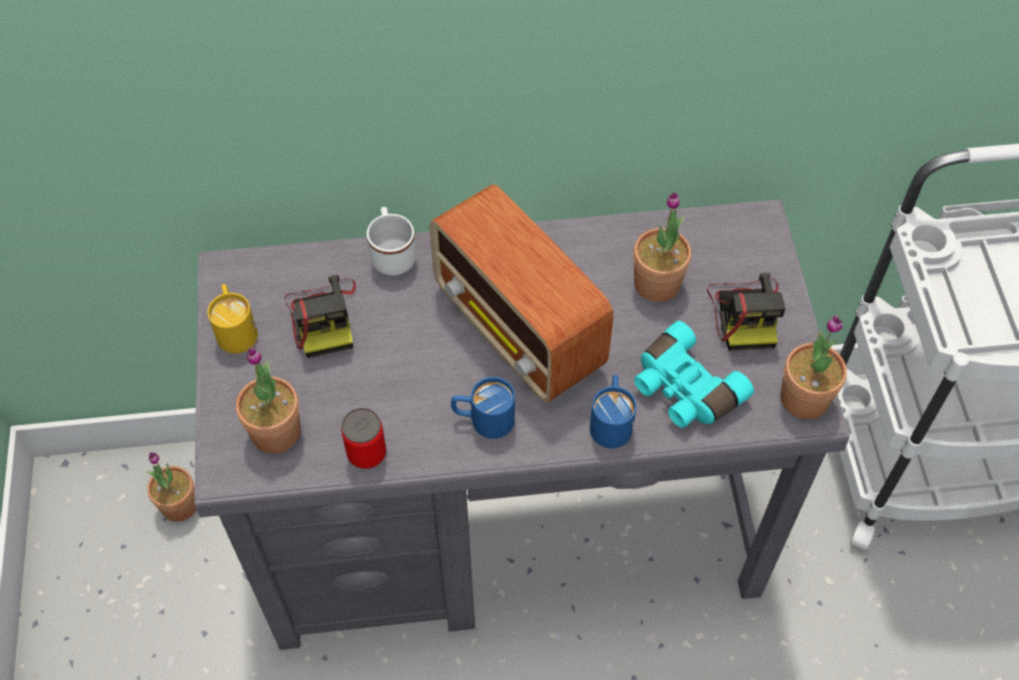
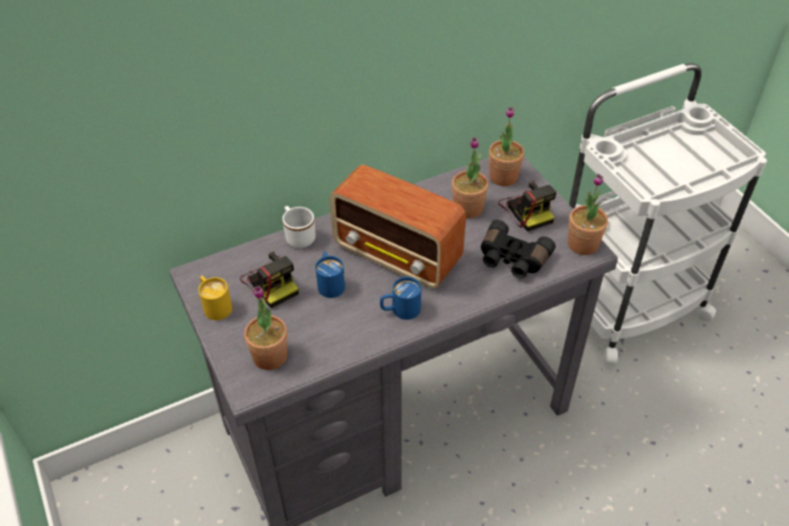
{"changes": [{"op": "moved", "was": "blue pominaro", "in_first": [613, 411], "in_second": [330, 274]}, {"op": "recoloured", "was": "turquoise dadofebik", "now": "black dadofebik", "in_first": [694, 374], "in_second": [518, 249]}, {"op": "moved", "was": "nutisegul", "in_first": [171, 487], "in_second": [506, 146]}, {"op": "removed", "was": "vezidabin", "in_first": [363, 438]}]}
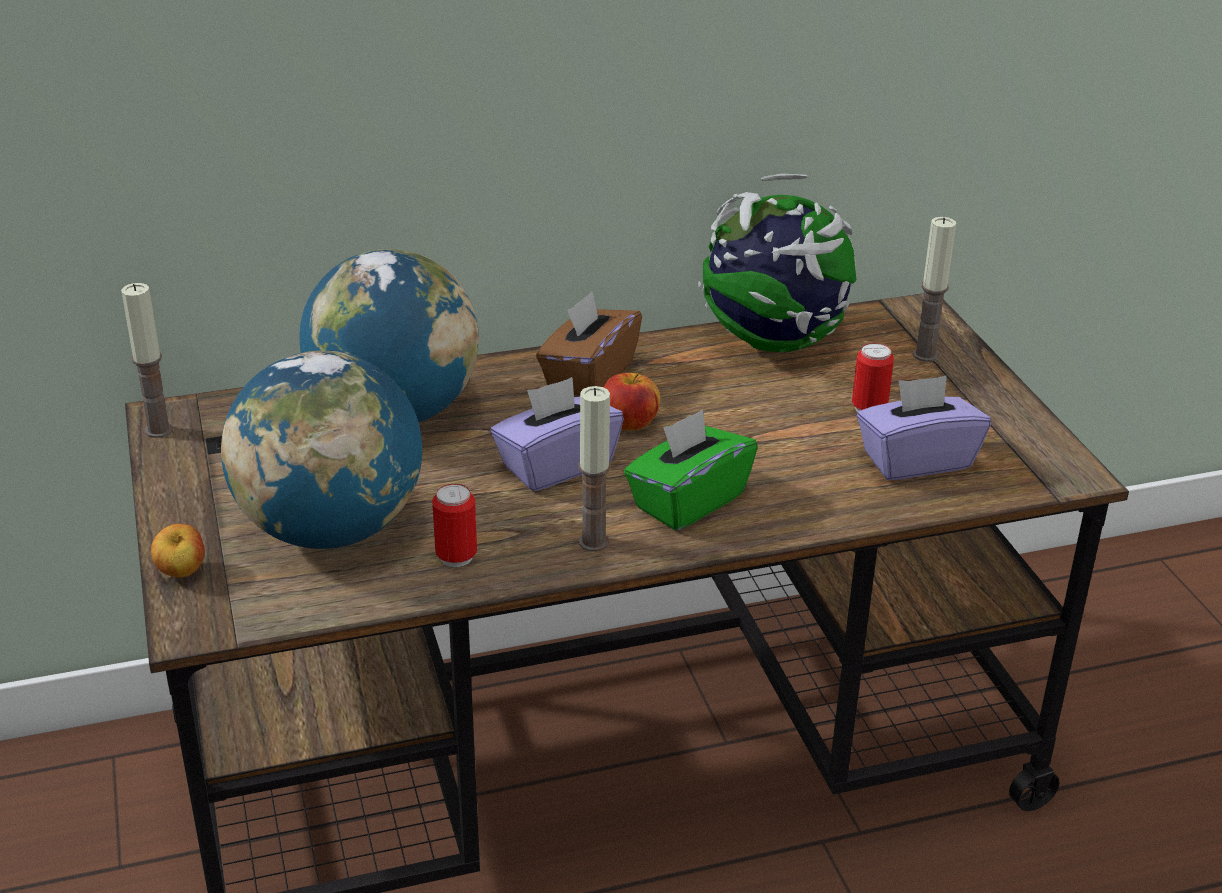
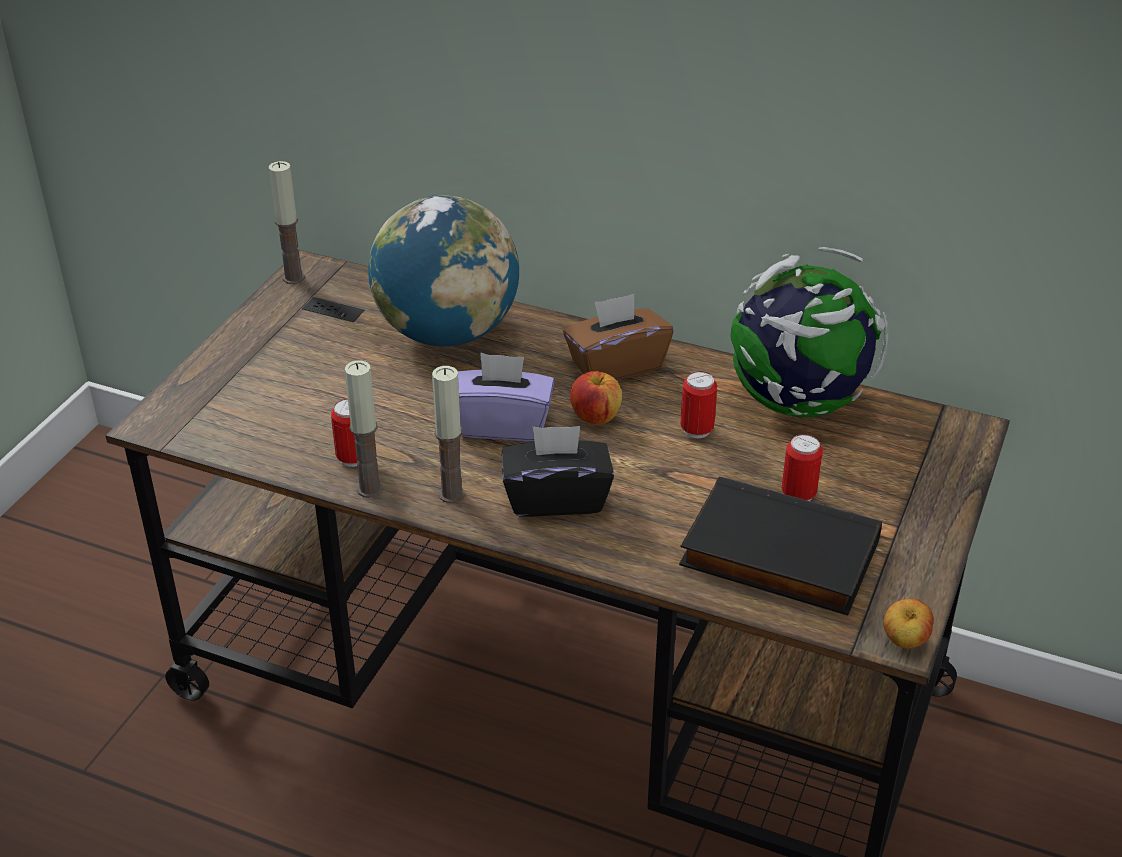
{"changes": [{"op": "moved", "was": "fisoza", "in_first": [934, 289], "in_second": [364, 429]}, {"op": "recoloured", "was": "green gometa", "now": "black gometa", "in_first": [691, 470], "in_second": [558, 471]}, {"op": "replaced", "was": "purple gometa", "now": "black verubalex", "in_first": [924, 428], "in_second": [780, 546]}, {"op": "added", "now": "vezidabin", "in_second": [698, 404]}, {"op": "moved", "was": "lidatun", "in_first": [178, 550], "in_second": [908, 624]}, {"op": "removed", "was": "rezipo", "in_first": [321, 450]}]}
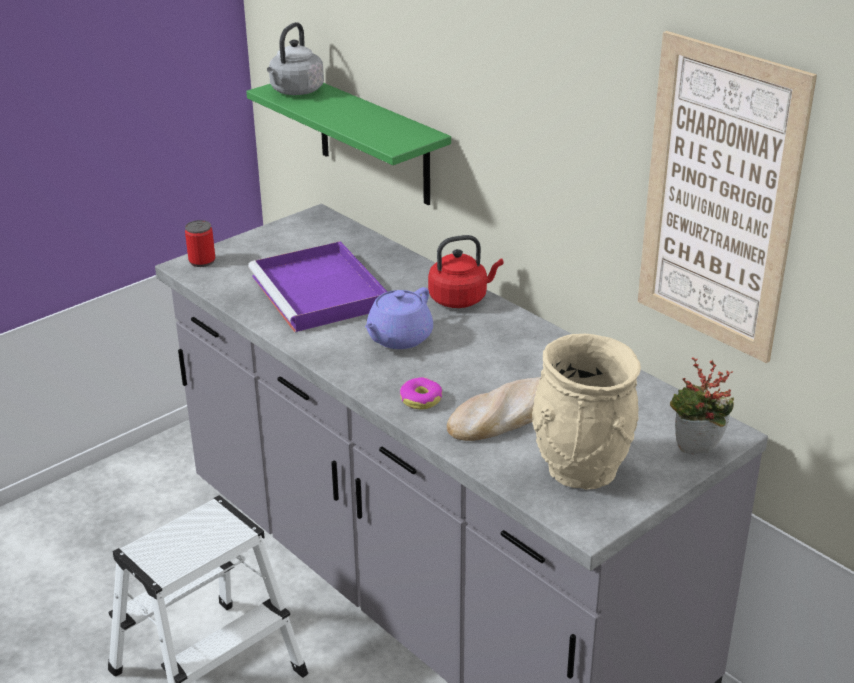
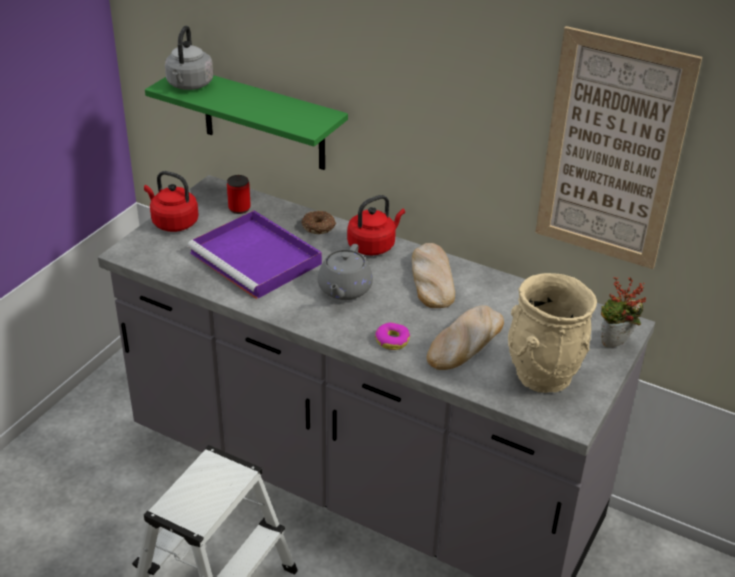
{"changes": [{"op": "added", "now": "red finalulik", "in_second": [171, 201]}, {"op": "moved", "was": "vezidabin", "in_first": [200, 243], "in_second": [239, 194]}, {"op": "added", "now": "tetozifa", "in_second": [318, 222]}, {"op": "recoloured", "was": "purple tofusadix", "now": "grey tofusadix", "in_first": [399, 318], "in_second": [345, 272]}, {"op": "added", "now": "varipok", "in_second": [433, 275]}]}
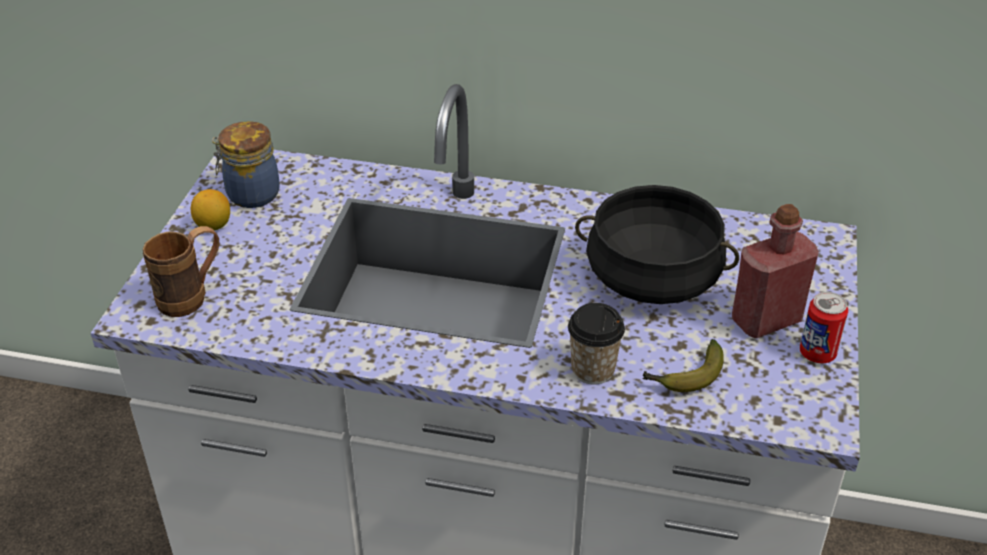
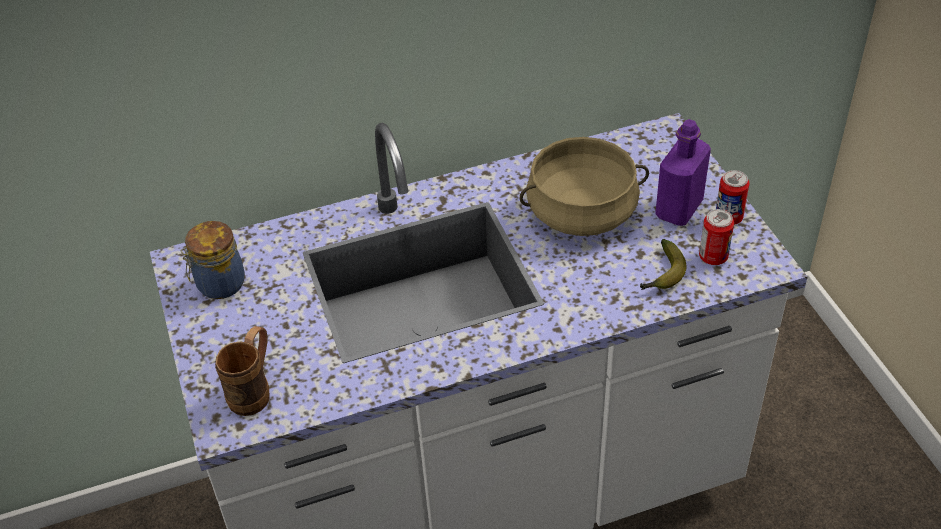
{"changes": [{"op": "recoloured", "was": "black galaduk", "now": "beige galaduk", "in_first": [657, 244], "in_second": [584, 186]}, {"op": "recoloured", "was": "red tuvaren", "now": "purple tuvaren", "in_first": [775, 271], "in_second": [683, 172]}, {"op": "added", "now": "vezidabin", "in_second": [716, 237]}, {"op": "removed", "was": "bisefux", "in_first": [210, 210]}, {"op": "removed", "was": "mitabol", "in_first": [596, 344]}]}
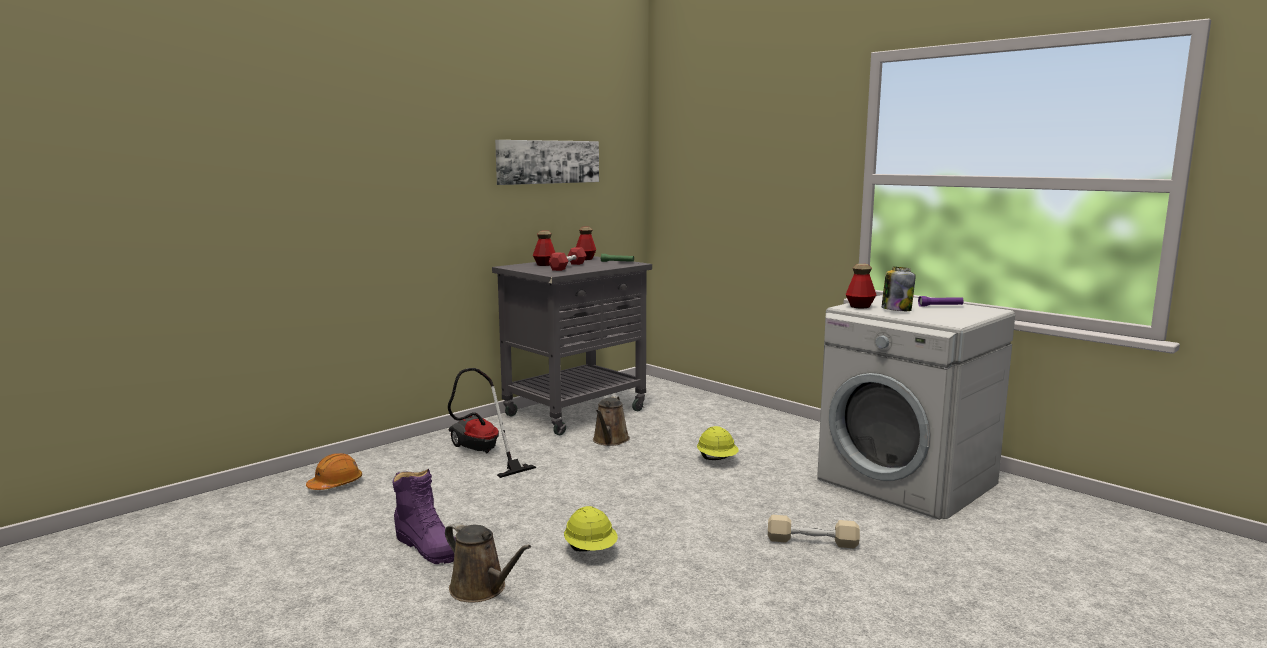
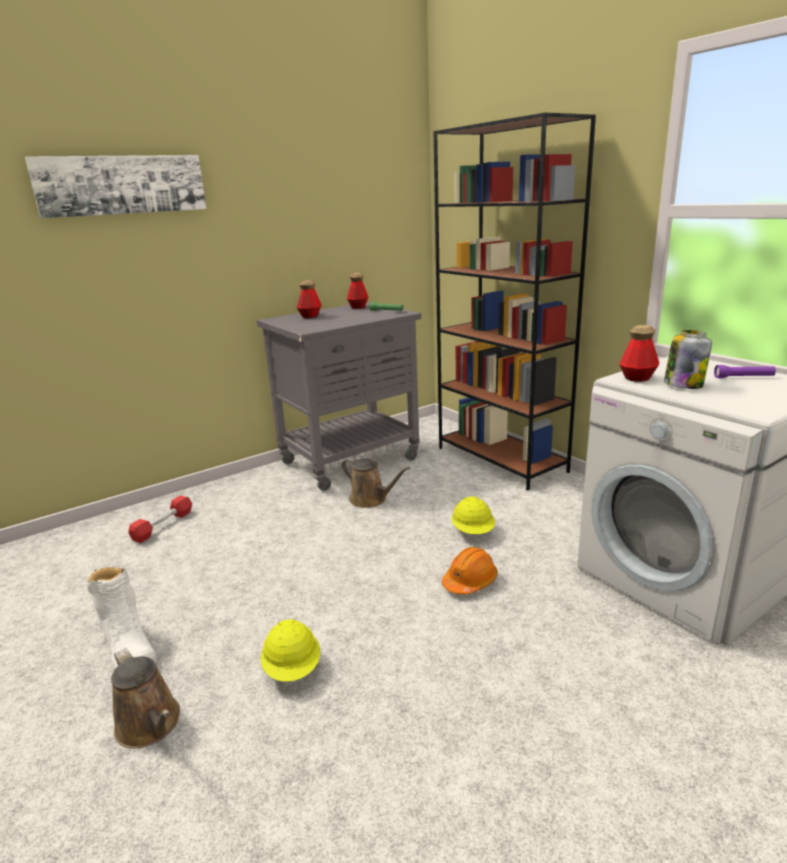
{"changes": [{"op": "moved", "was": "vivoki", "in_first": [547, 162], "in_second": [116, 186]}, {"op": "recoloured", "was": "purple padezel", "now": "white padezel", "in_first": [424, 516], "in_second": [121, 618]}, {"op": "moved", "was": "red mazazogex", "in_first": [567, 259], "in_second": [160, 519]}, {"op": "turned", "was": "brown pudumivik", "in_first": [611, 421], "in_second": [375, 483], "clockwise": -75}, {"op": "added", "now": "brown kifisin", "in_second": [515, 301]}, {"op": "moved", "was": "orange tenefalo", "in_first": [334, 471], "in_second": [470, 571]}, {"op": "removed", "was": "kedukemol", "in_first": [492, 423]}, {"op": "removed", "was": "beige mazazogex", "in_first": [814, 531]}]}
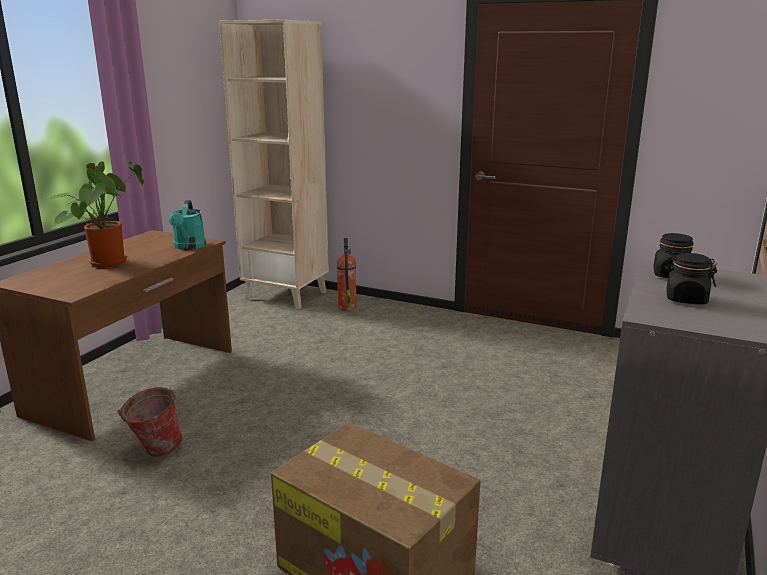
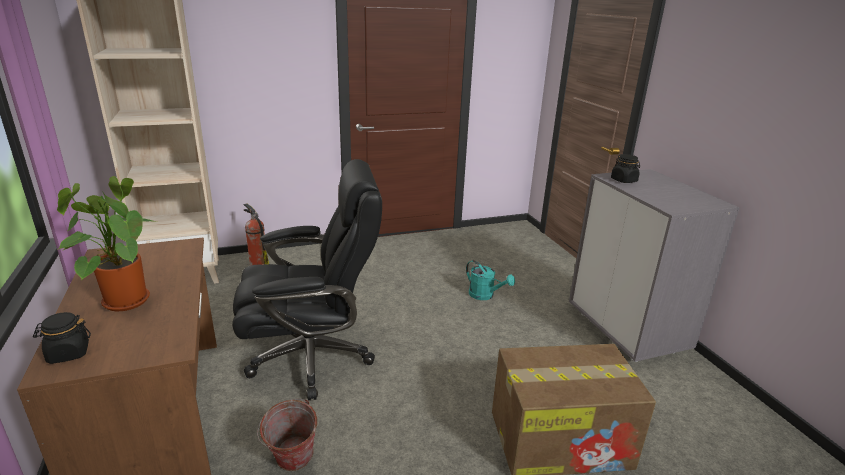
{"changes": [{"op": "moved", "was": "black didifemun", "in_first": [691, 278], "in_second": [62, 338]}, {"op": "added", "now": "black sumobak", "in_second": [307, 279]}, {"op": "moved", "was": "turquoise pudumivik", "in_first": [187, 225], "in_second": [490, 280]}]}
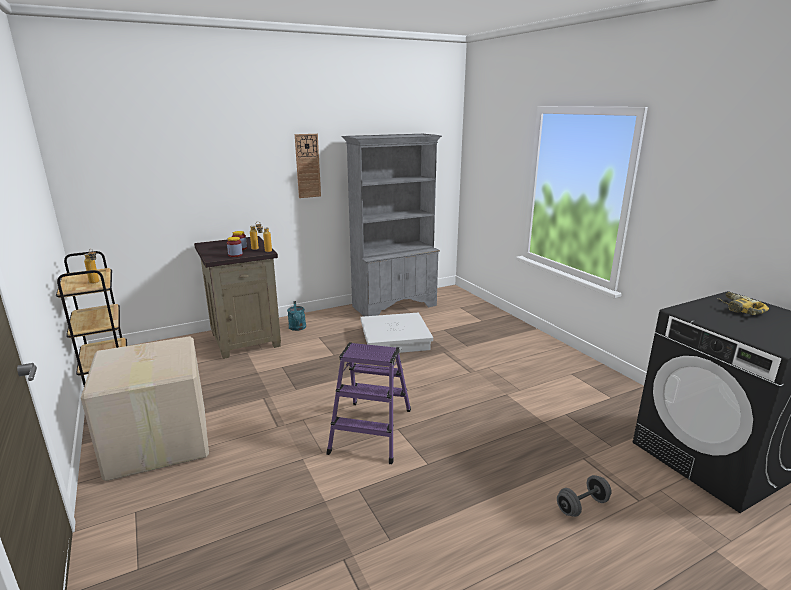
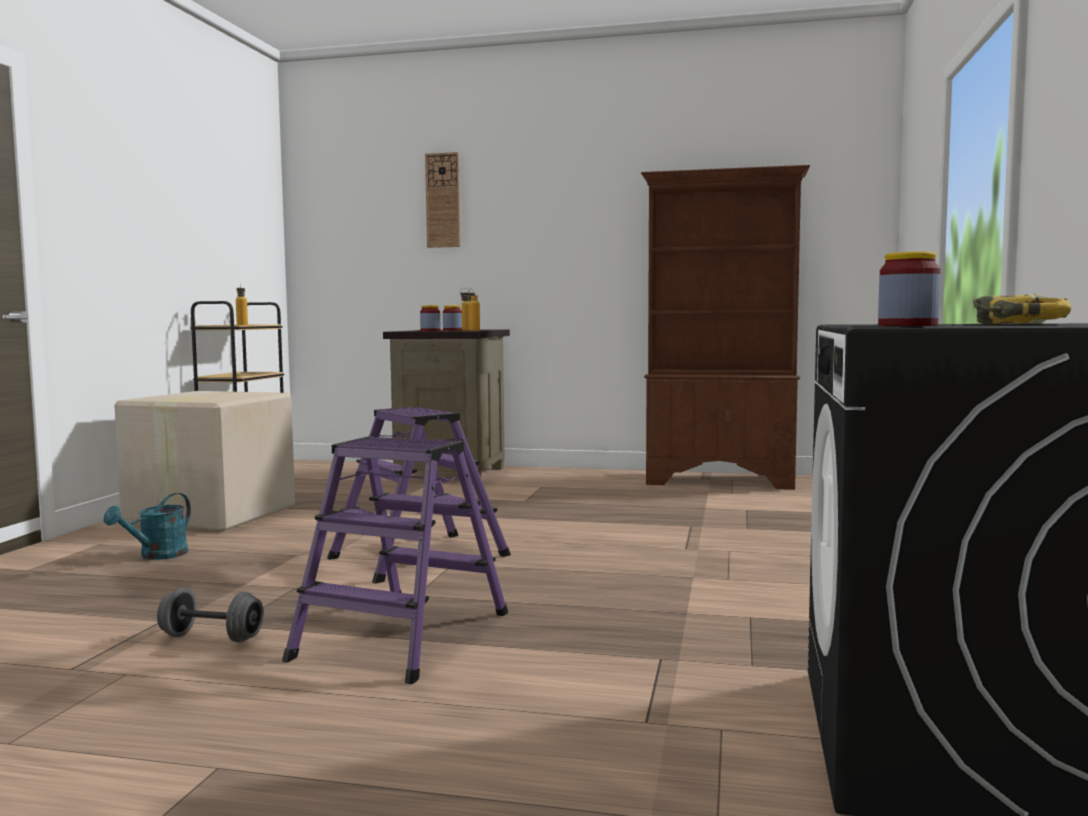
{"changes": [{"op": "moved", "was": "turquoise pudumivik", "in_first": [296, 316], "in_second": [147, 526]}, {"op": "moved", "was": "grey mazazogex", "in_first": [584, 496], "in_second": [210, 615]}, {"op": "added", "now": "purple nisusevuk", "in_second": [395, 560]}, {"op": "moved", "was": "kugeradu", "in_first": [308, 166], "in_second": [443, 200]}, {"op": "recoloured", "was": "grey kifisin", "now": "brown kifisin", "in_first": [391, 225], "in_second": [725, 327]}, {"op": "added", "now": "didifemun", "in_second": [909, 289]}, {"op": "removed", "was": "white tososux", "in_first": [396, 333]}]}
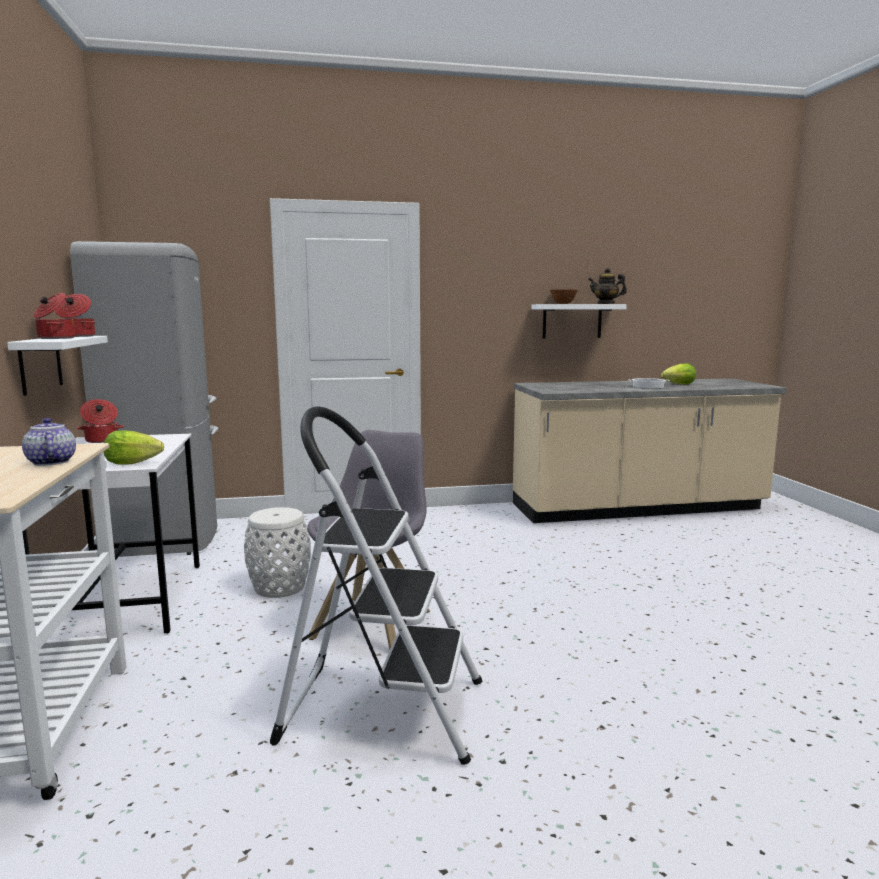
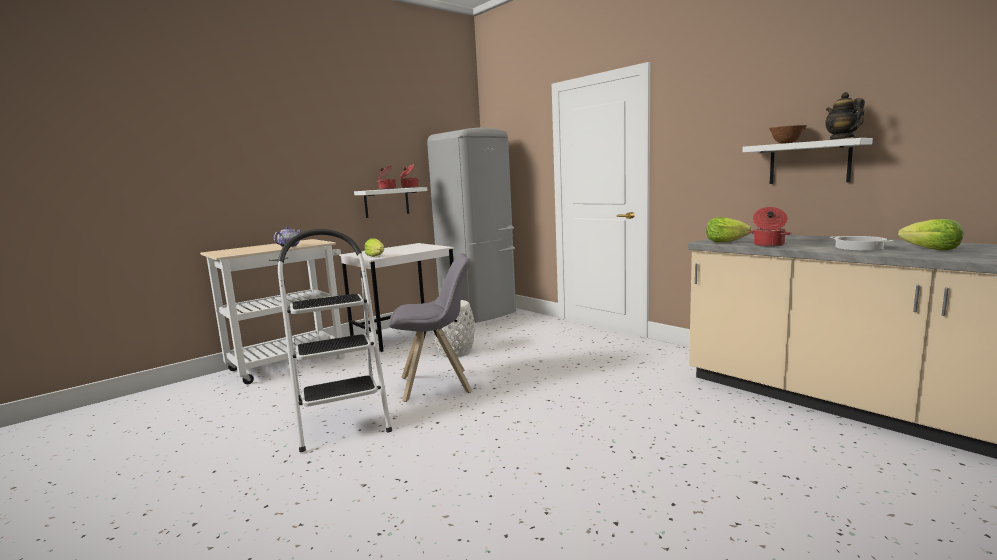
{"changes": [{"op": "added", "now": "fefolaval", "in_second": [729, 229]}, {"op": "moved", "was": "galaduk", "in_first": [100, 421], "in_second": [770, 227]}]}
